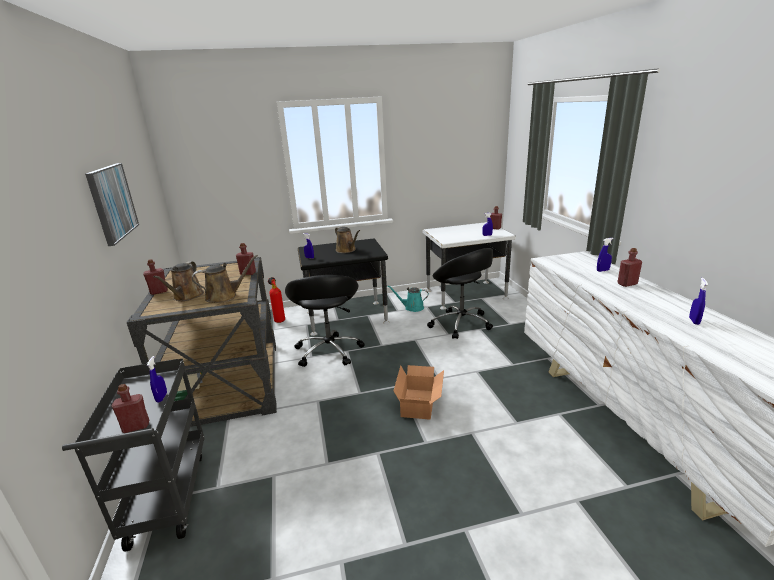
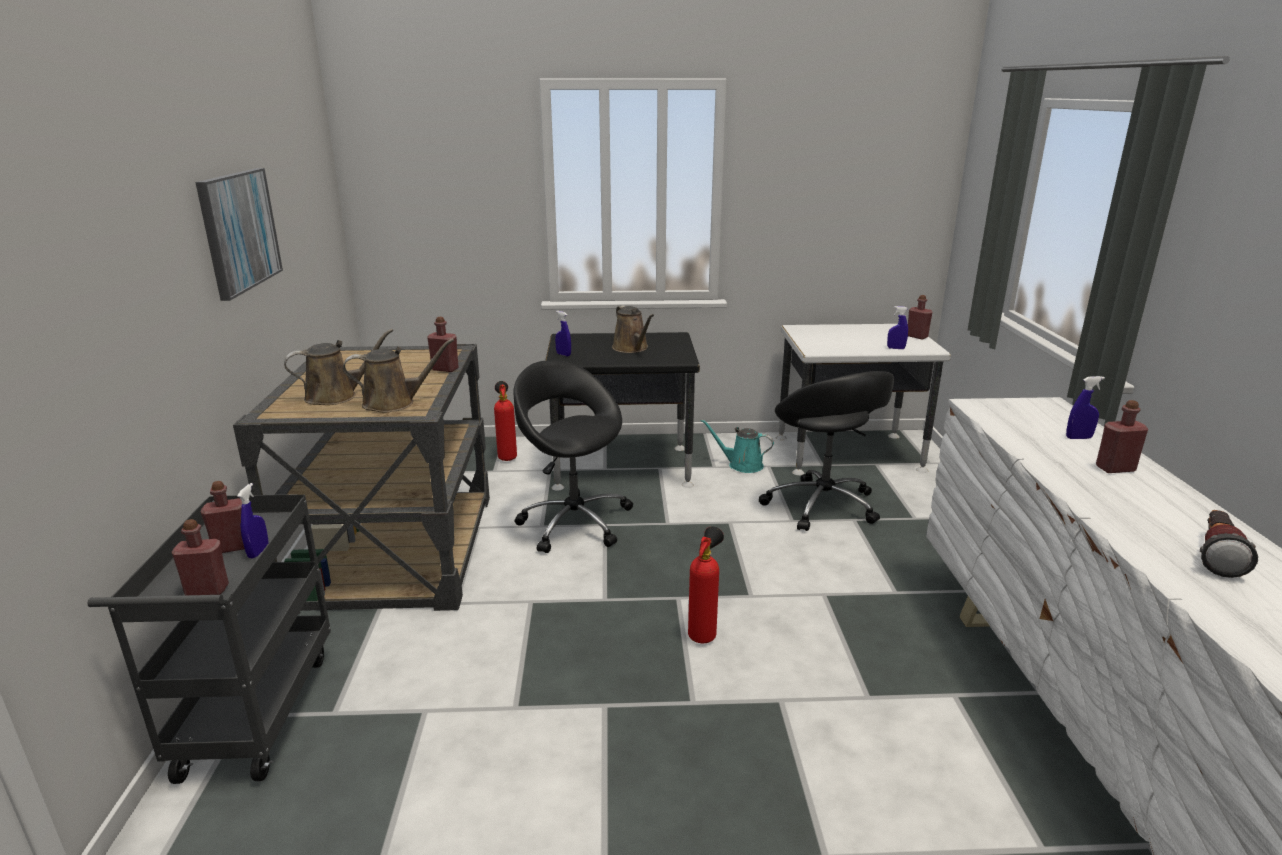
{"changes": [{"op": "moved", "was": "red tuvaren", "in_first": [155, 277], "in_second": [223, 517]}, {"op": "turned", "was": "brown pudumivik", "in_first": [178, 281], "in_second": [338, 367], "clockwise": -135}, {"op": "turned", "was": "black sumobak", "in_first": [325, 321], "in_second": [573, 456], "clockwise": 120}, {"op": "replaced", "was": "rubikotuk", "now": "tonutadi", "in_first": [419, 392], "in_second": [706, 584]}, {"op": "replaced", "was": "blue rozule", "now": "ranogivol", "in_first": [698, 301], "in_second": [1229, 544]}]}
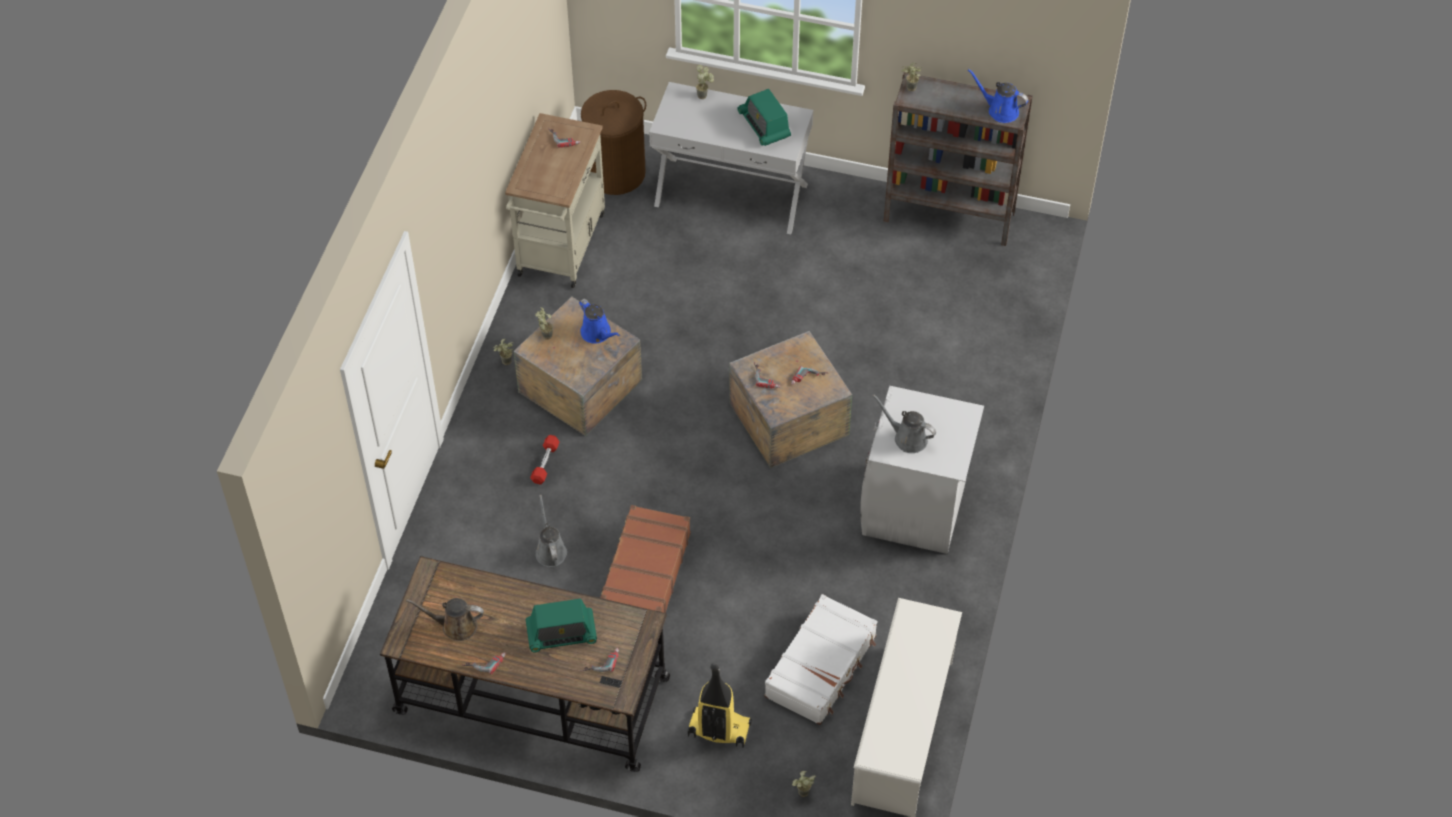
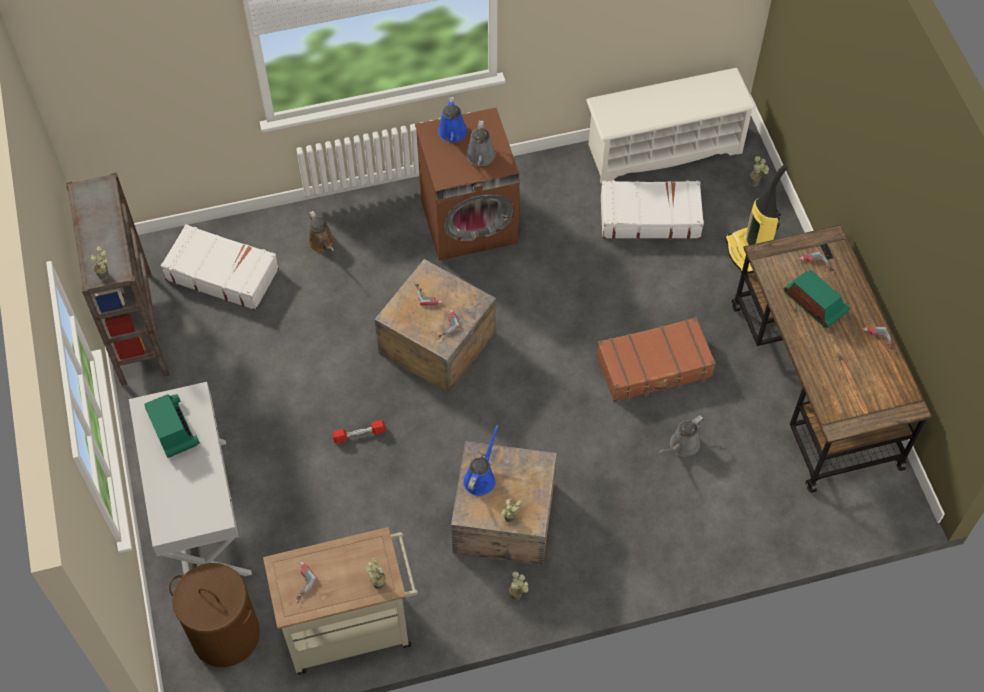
{"changes": [{"op": "turned", "was": "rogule", "in_first": [764, 117], "in_second": [172, 426], "clockwise": -60}, {"op": "added", "now": "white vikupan", "in_second": [220, 267]}, {"op": "moved", "was": "brown pudumivik", "in_first": [445, 619], "in_second": [321, 232]}, {"op": "moved", "was": "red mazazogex", "in_first": [544, 459], "in_second": [359, 431]}, {"op": "moved", "was": "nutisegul", "in_first": [705, 82], "in_second": [375, 573]}, {"op": "recoloured", "was": "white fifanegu", "now": "brown fifanegu", "in_first": [922, 470], "in_second": [467, 184]}, {"op": "moved", "was": "blue pudumivik", "in_first": [998, 96], "in_second": [452, 120]}]}
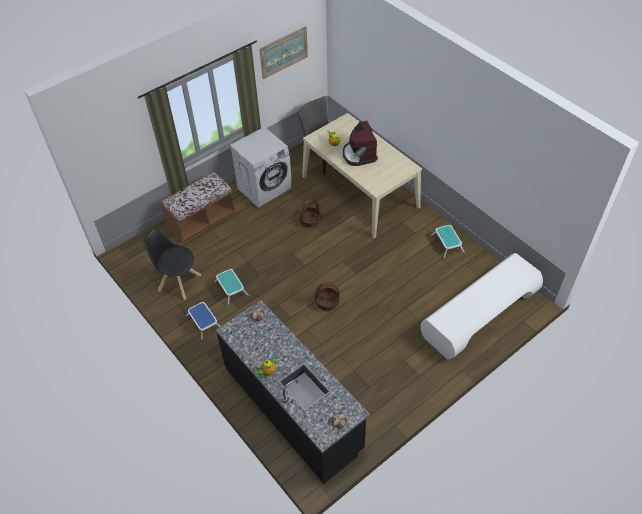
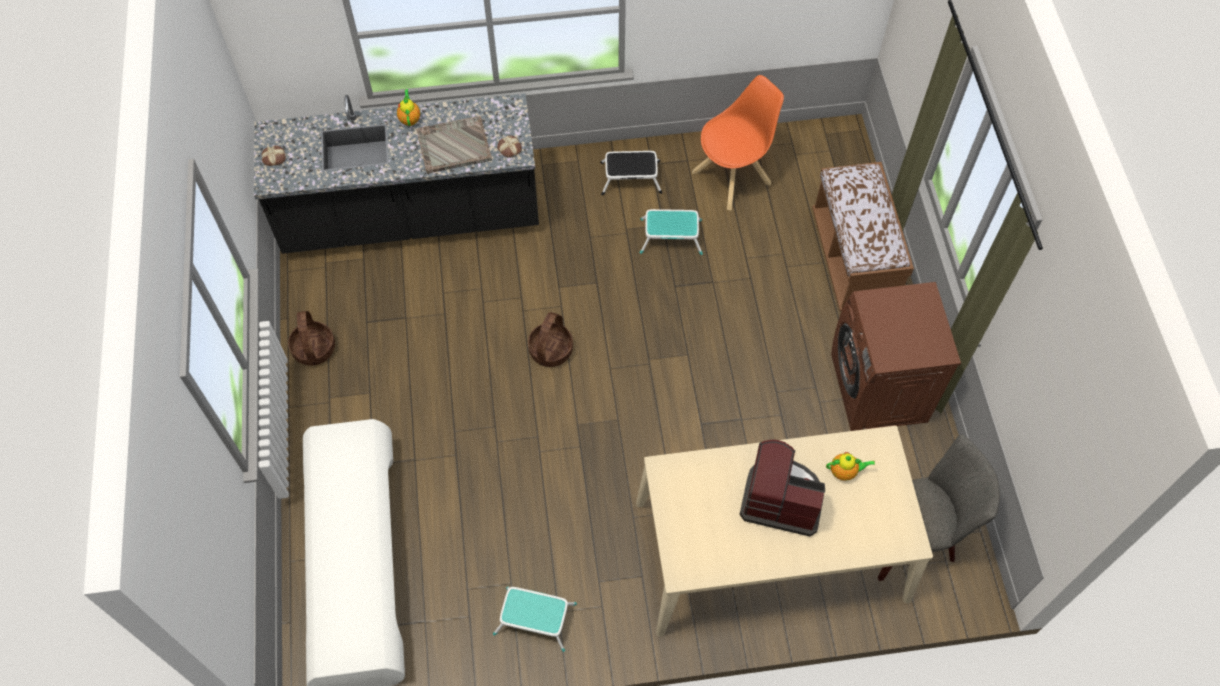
{"changes": [{"op": "moved", "was": "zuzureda", "in_first": [310, 213], "in_second": [311, 338]}, {"op": "added", "now": "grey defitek", "in_second": [454, 145]}, {"op": "recoloured", "was": "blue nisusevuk", "now": "black nisusevuk", "in_first": [203, 322], "in_second": [631, 173]}, {"op": "recoloured", "was": "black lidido", "now": "orange lidido", "in_first": [172, 264], "in_second": [738, 142]}, {"op": "recoloured", "was": "white fifanegu", "now": "brown fifanegu", "in_first": [260, 167], "in_second": [896, 356]}, {"op": "removed", "was": "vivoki", "in_first": [283, 52]}]}
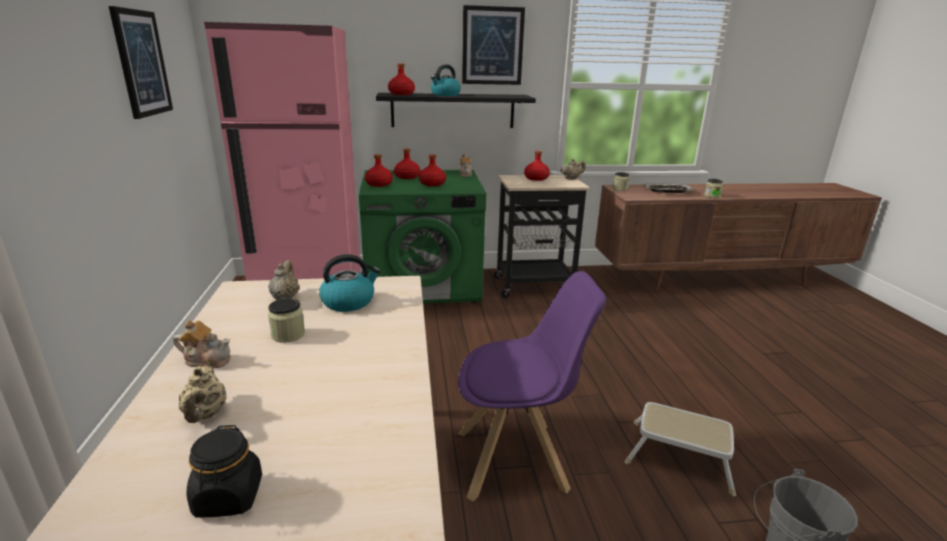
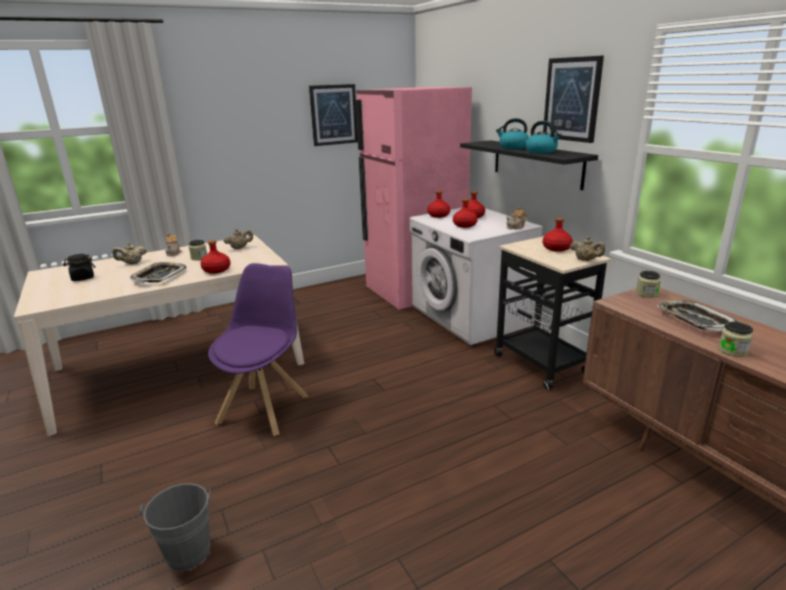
{"changes": [{"op": "added", "now": "defitek", "in_second": [158, 272]}, {"op": "moved", "was": "red tuvaren", "in_first": [401, 79], "in_second": [216, 257]}, {"op": "turned", "was": "purple lidido", "in_first": [532, 386], "in_second": [258, 349], "clockwise": -135}, {"op": "recoloured", "was": "green fifanegu", "now": "white fifanegu", "in_first": [422, 236], "in_second": [476, 277]}, {"op": "moved", "was": "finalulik", "in_first": [350, 283], "in_second": [543, 137]}, {"op": "removed", "was": "beige nisusevuk", "in_first": [680, 449]}]}
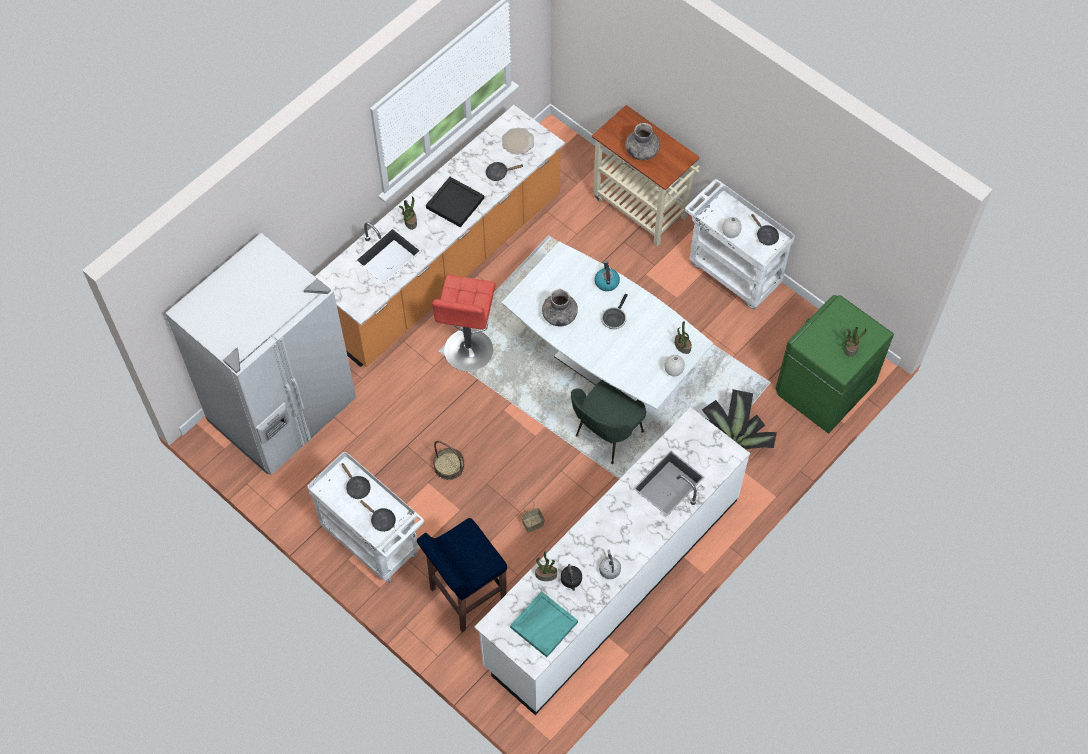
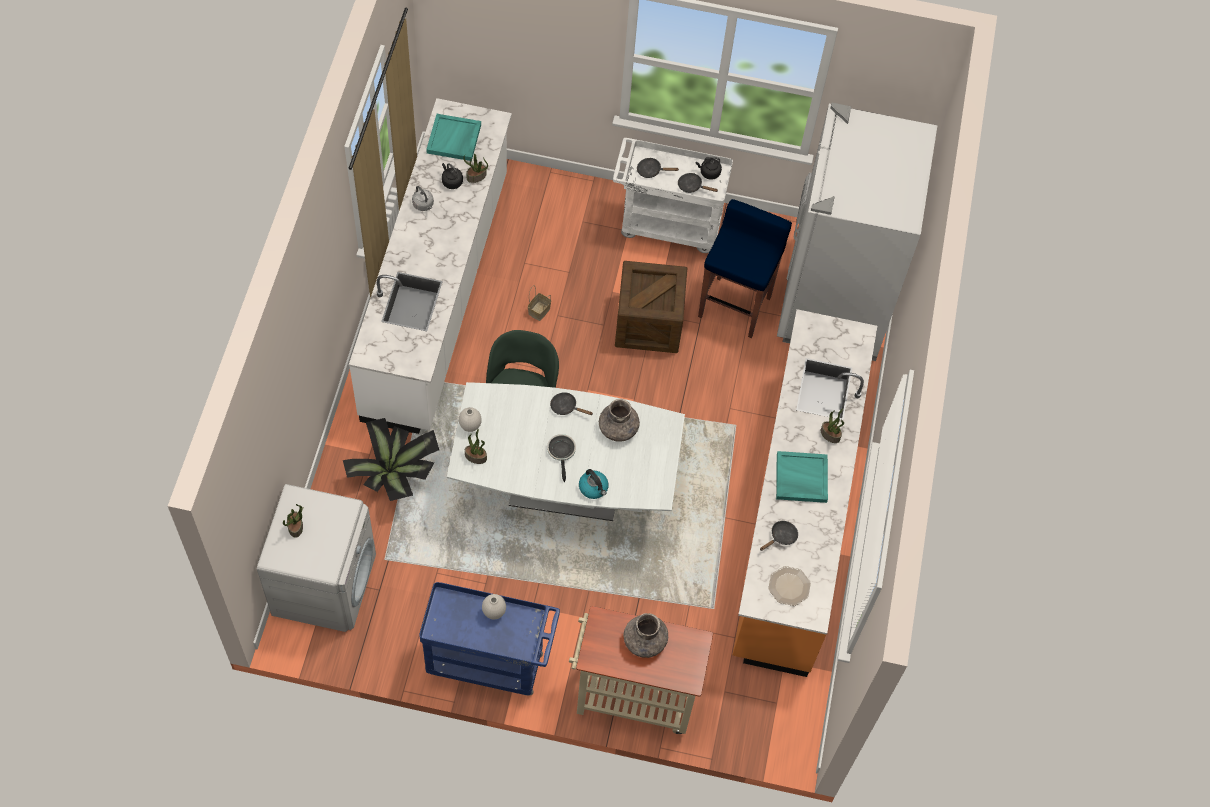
{"changes": [{"op": "recoloured", "was": "green fifanegu", "now": "white fifanegu", "in_first": [835, 364], "in_second": [316, 558]}, {"op": "recoloured", "was": "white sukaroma", "now": "blue sukaroma", "in_first": [740, 244], "in_second": [489, 639]}, {"op": "moved", "was": "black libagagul", "in_first": [765, 229], "in_second": [571, 403]}, {"op": "replaced", "was": "zuzureda", "now": "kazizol", "in_first": [449, 460], "in_second": [651, 307]}, {"op": "added", "now": "black finalulik", "in_second": [709, 168]}, {"op": "moved", "was": "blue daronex", "in_first": [462, 575], "in_second": [745, 268]}, {"op": "recoloured", "was": "black defitek", "now": "turquoise defitek", "in_first": [455, 202], "in_second": [802, 477]}, {"op": "removed", "was": "red daronex", "in_first": [464, 322]}]}
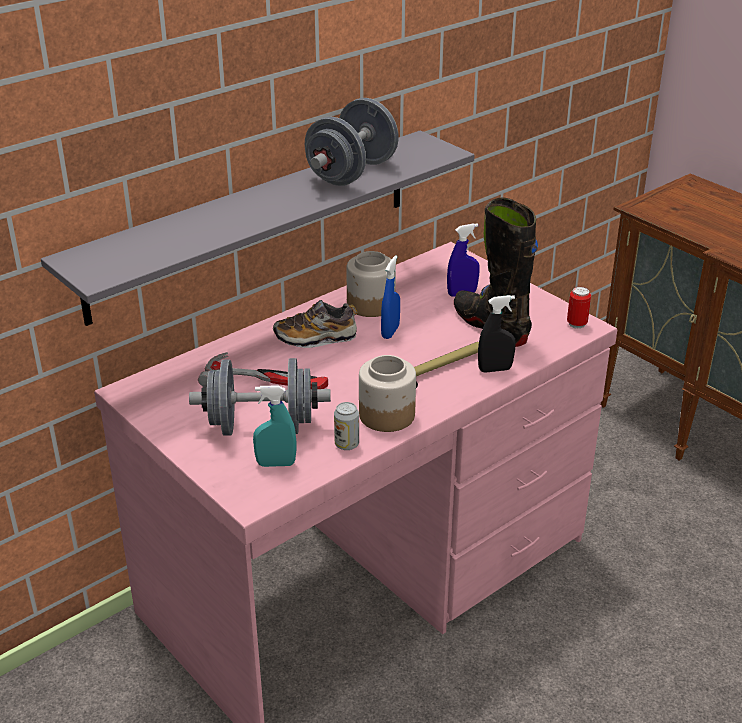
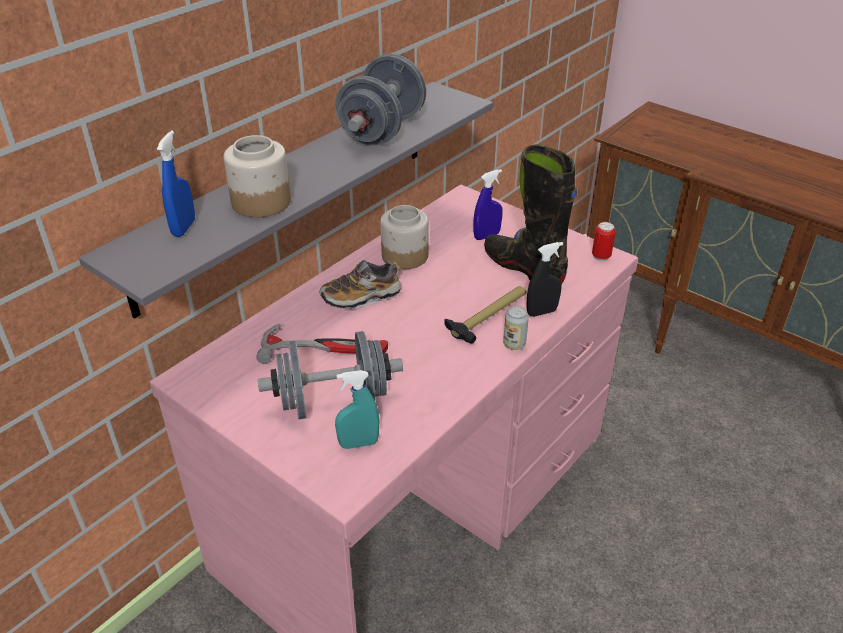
{"changes": [{"op": "moved", "was": "blue rozule", "in_first": [390, 297], "in_second": [176, 184]}, {"op": "moved", "was": "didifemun", "in_first": [387, 393], "in_second": [257, 176]}, {"op": "moved", "was": "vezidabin", "in_first": [346, 426], "in_second": [516, 328]}]}
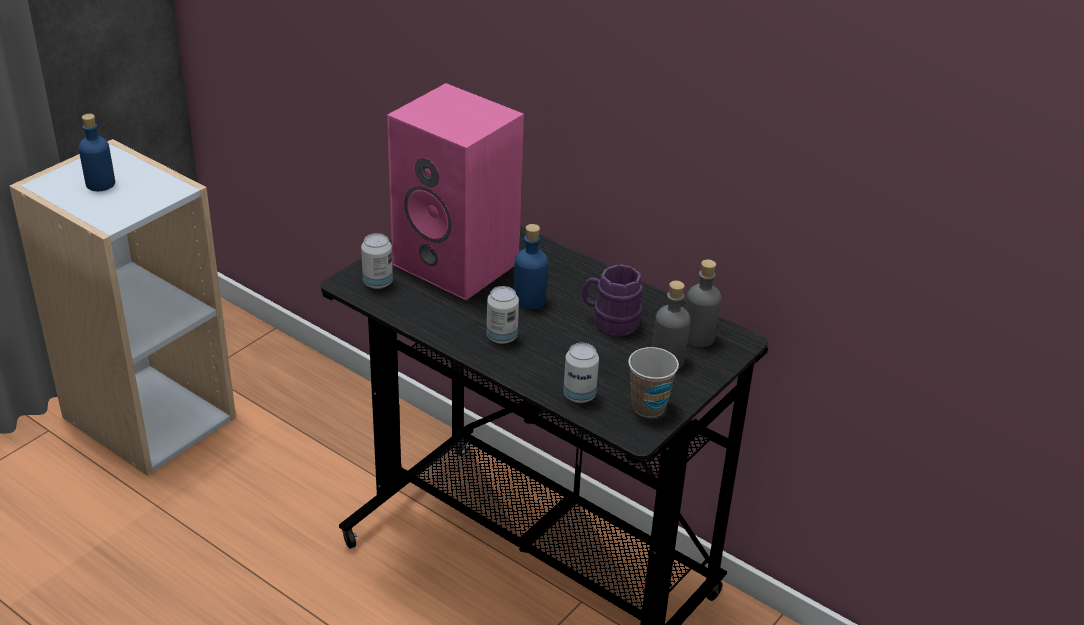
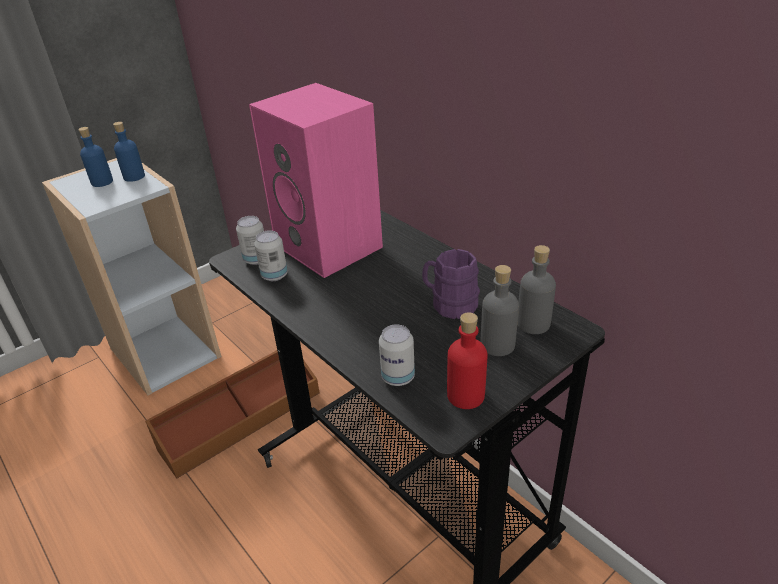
{"changes": [{"op": "moved", "was": "blue tuvaren", "in_first": [531, 267], "in_second": [129, 152]}, {"op": "added", "now": "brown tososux", "in_second": [232, 414]}, {"op": "moved", "was": "vezidabin", "in_first": [503, 315], "in_second": [271, 255]}, {"op": "replaced", "was": "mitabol", "now": "red tuvaren", "in_first": [653, 382], "in_second": [467, 360]}]}
